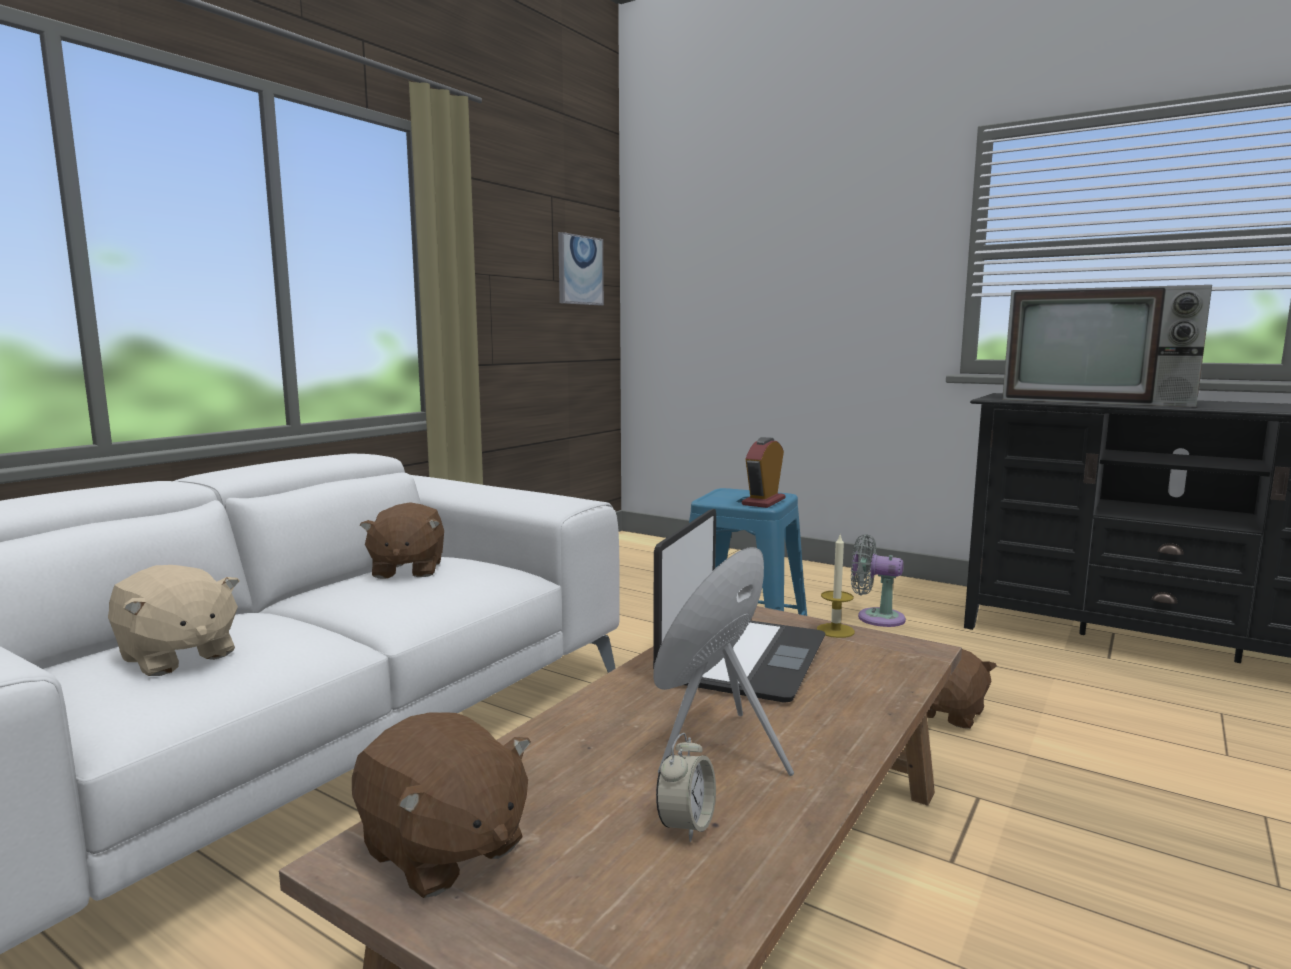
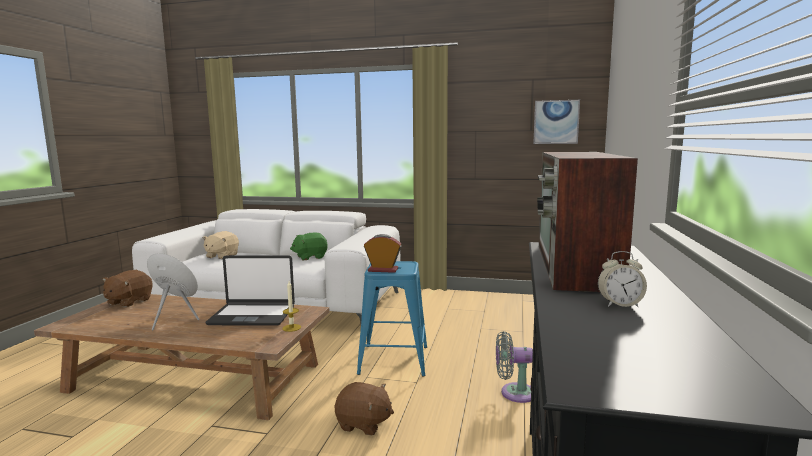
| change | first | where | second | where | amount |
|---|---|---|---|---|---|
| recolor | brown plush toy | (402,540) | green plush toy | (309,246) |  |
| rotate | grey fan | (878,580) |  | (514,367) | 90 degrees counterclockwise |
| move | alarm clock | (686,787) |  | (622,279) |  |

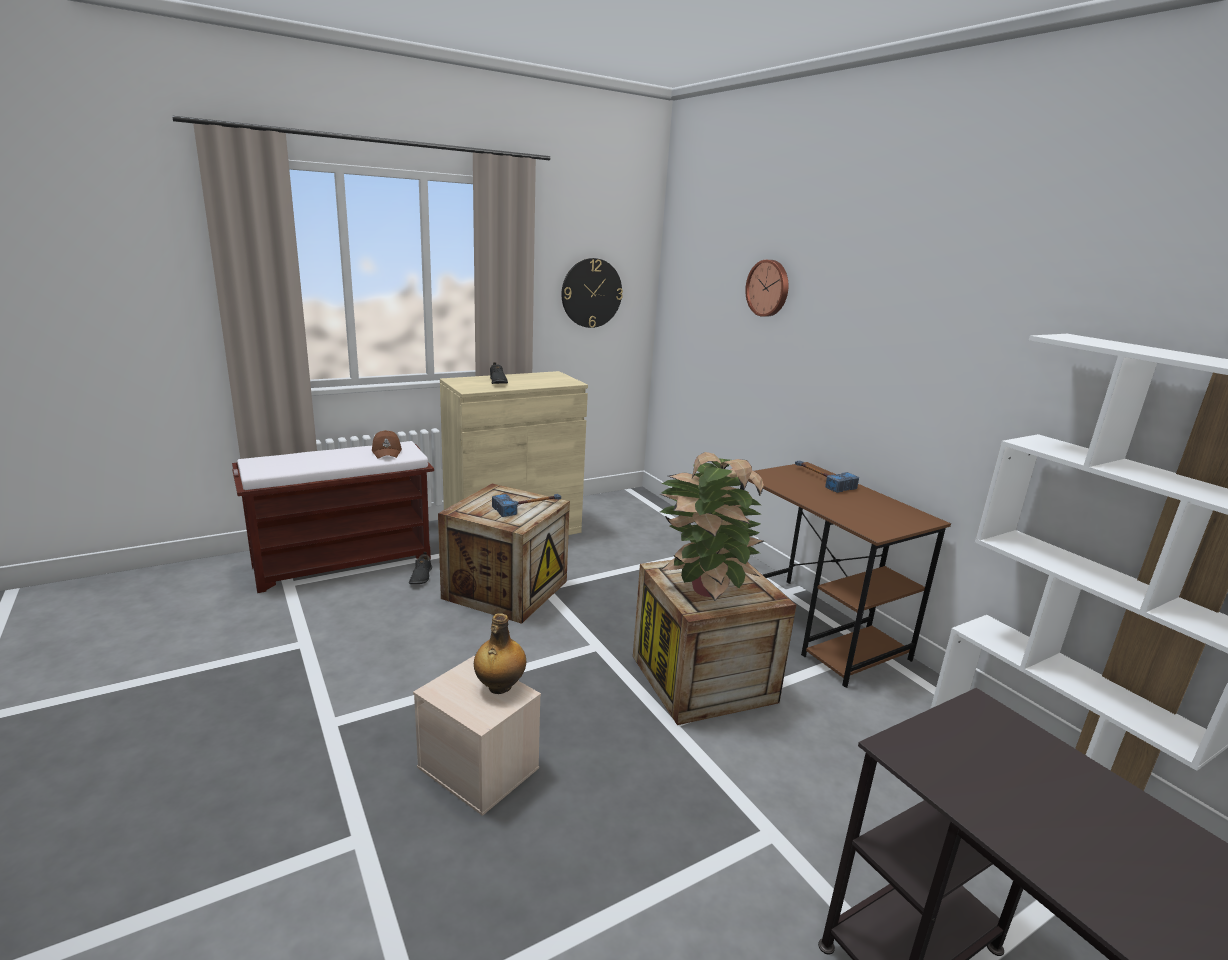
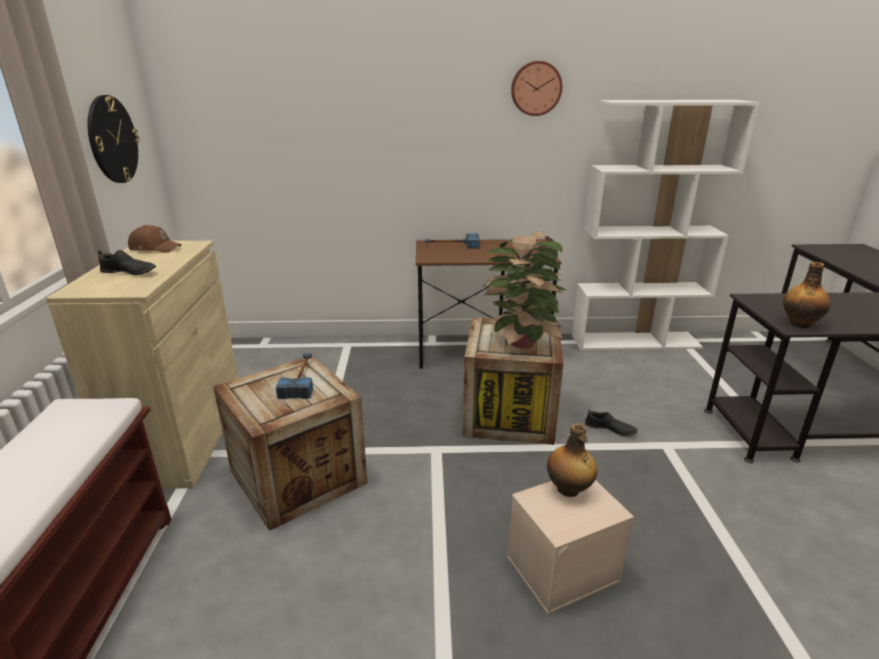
| change | first | where | second | where | amount |
|---|---|---|---|---|---|
| move | brown cap | (387,444) |  | (154,239) |  |
| move | wall clock | (766,288) |  | (536,88) |  |
| move | black shoe | (420,568) |  | (611,422) |  |
| insert |  |  | bottle | (806,295) |  |

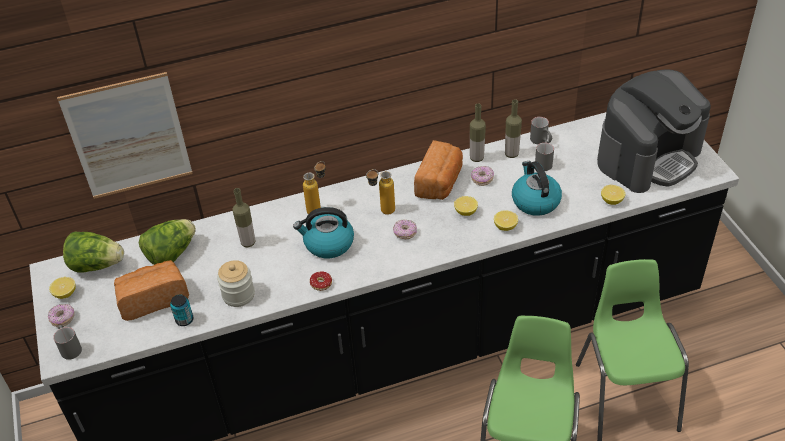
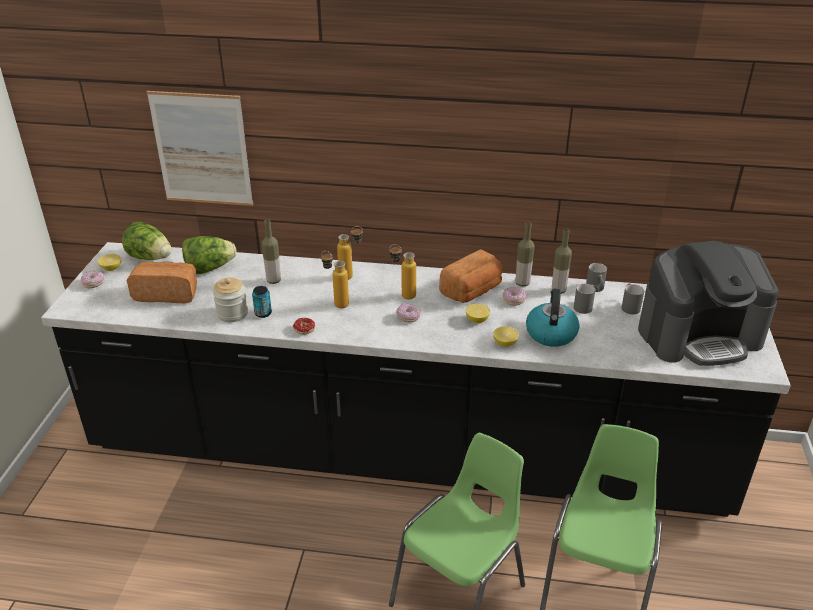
| change | first | where | second | where | amount |
|---|---|---|---|---|---|
| move | can | (182,310) |  | (262,302) |  |
| replace | kettle | (323,233) | bottle | (335,279) |  |
| move | grey mug | (67,342) |  | (632,298) |  |
| delete | lemon | (613,195) |  |  |  |

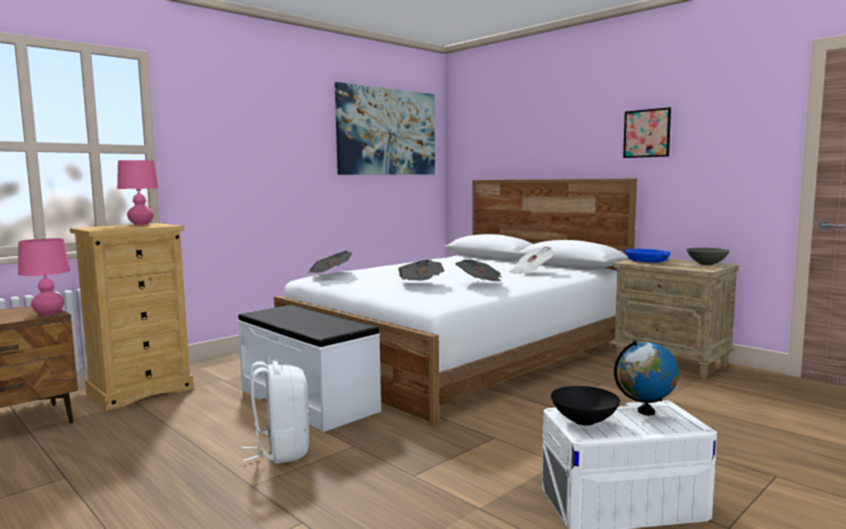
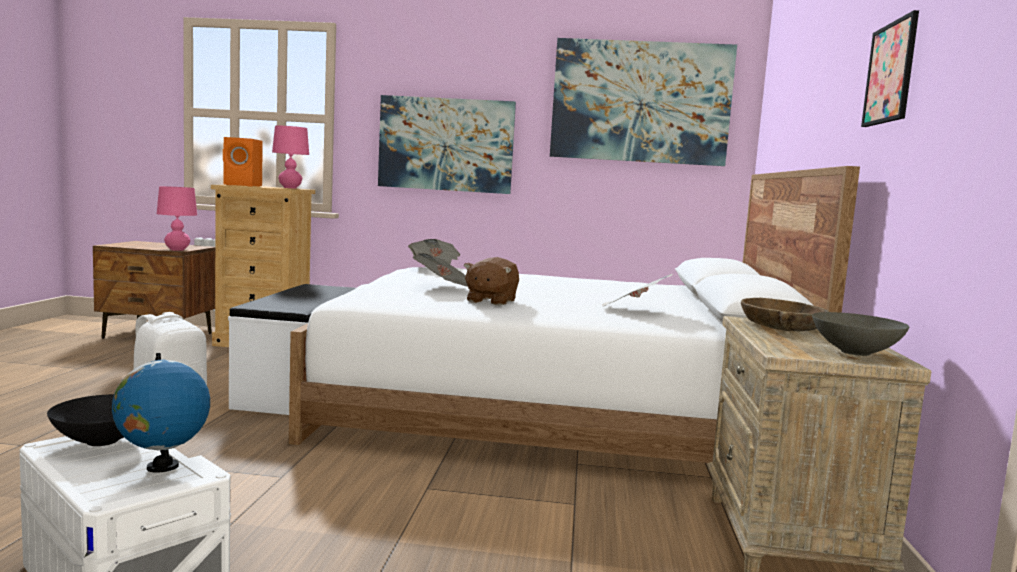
| change | first | where | second | where | amount |
|---|---|---|---|---|---|
| insert |  |  | orange speaker | (243,162) |  |
| insert |  |  | picture | (447,144) |  |
| replace | newspaper | (478,270) | brown plush toy | (491,281) |  |
| recolor | blue bowl | (647,256) | brown bowl | (785,314) |  |

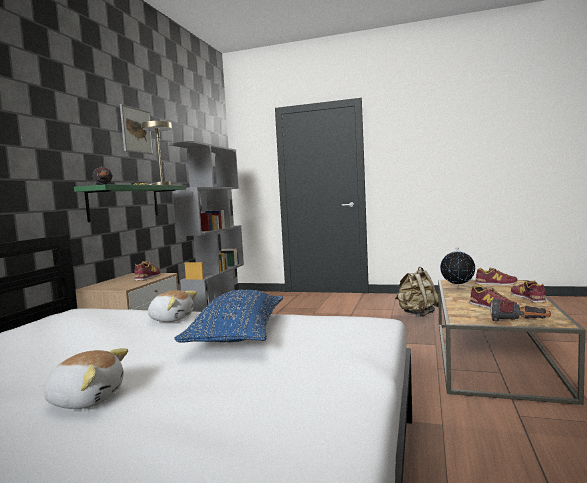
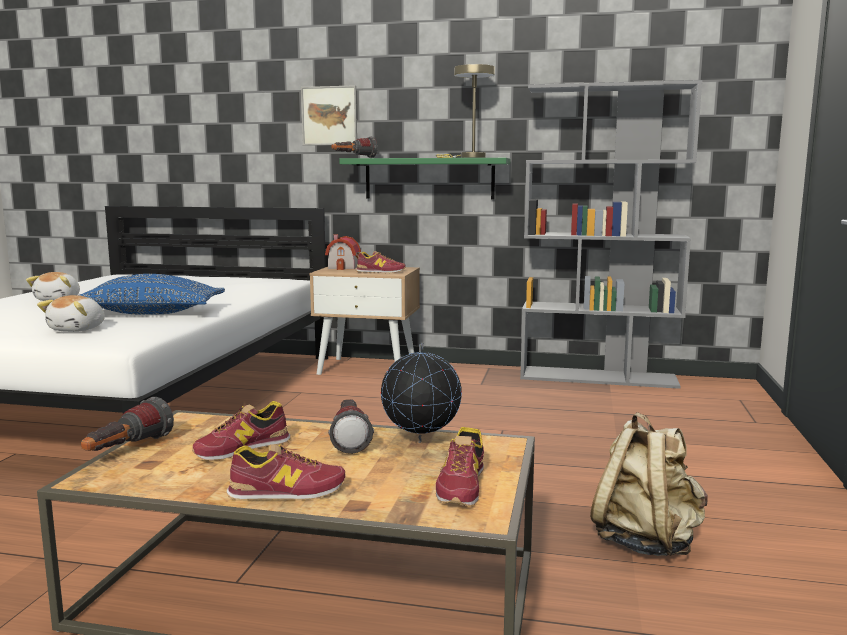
| change | first | where | second | where | amount |
|---|---|---|---|---|---|
| move | plush toy | (172,306) |  | (71,313) |  |
| move | picture | (136,129) |  | (329,115) |  |
| insert |  |  | toy house | (343,252) |  |
| insert |  |  | flashlight | (351,426) |  |

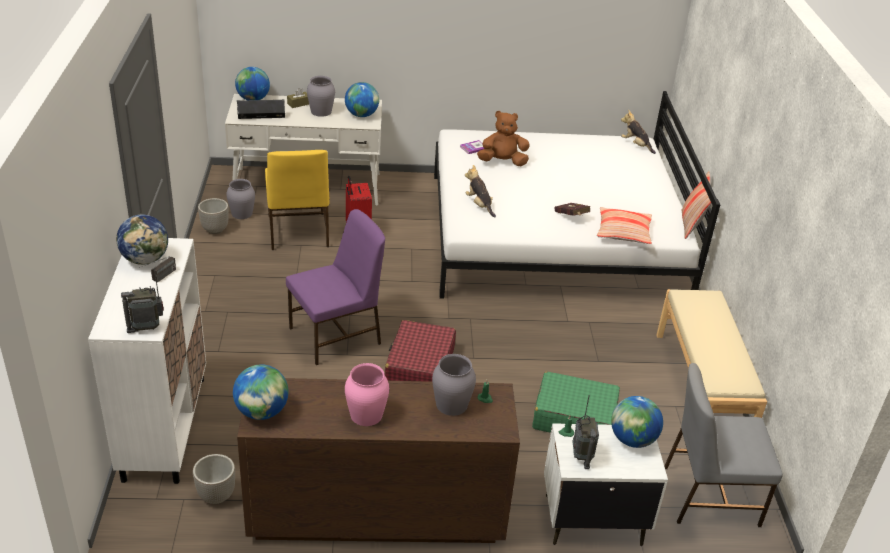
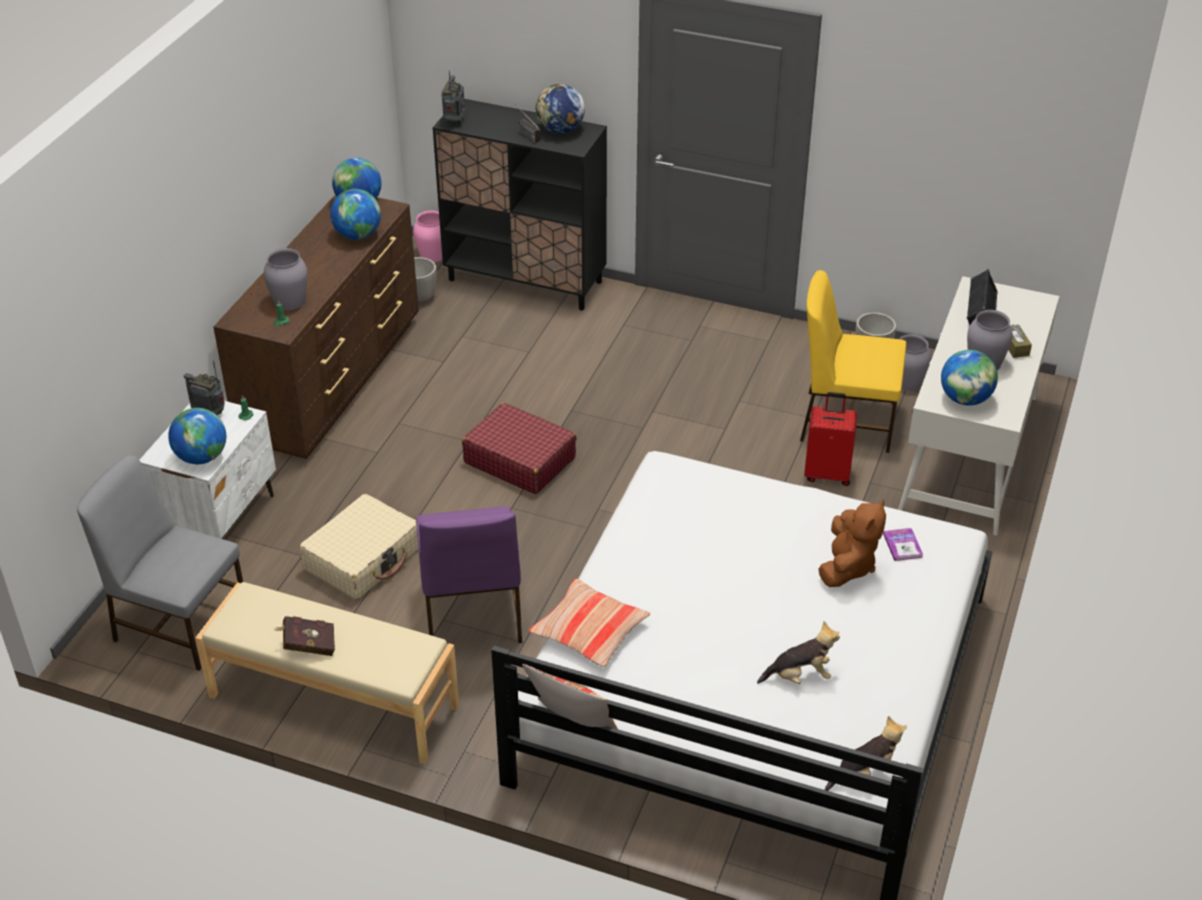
| change | first | where | second | where | amount |
|---|---|---|---|---|---|
| rotate | grey chair | (723,445) |  | (160,563) | 90 degrees counterclockwise |
| move | red book | (572,209) |  | (305,636) |  |
| recolor | green suitcase | (576,402) | beige suitcase | (358,546) |  |
| move | globe | (252,83) |  | (355,214) |  |
| move | pink vase | (367,394) |  | (427,236) |  |
| move | purple chair | (335,287) |  | (469,574) |  |
| recolor | white cabinet | (147,361) | black cabinet | (520,204) |  |
| move | plush toy | (480,191) |  | (798,652) |  |

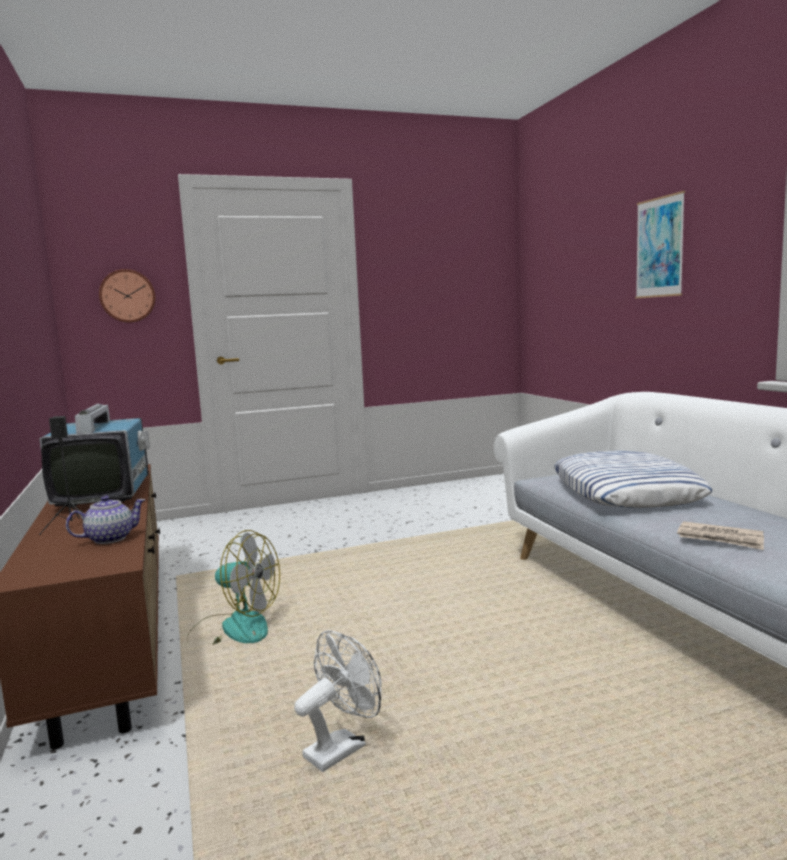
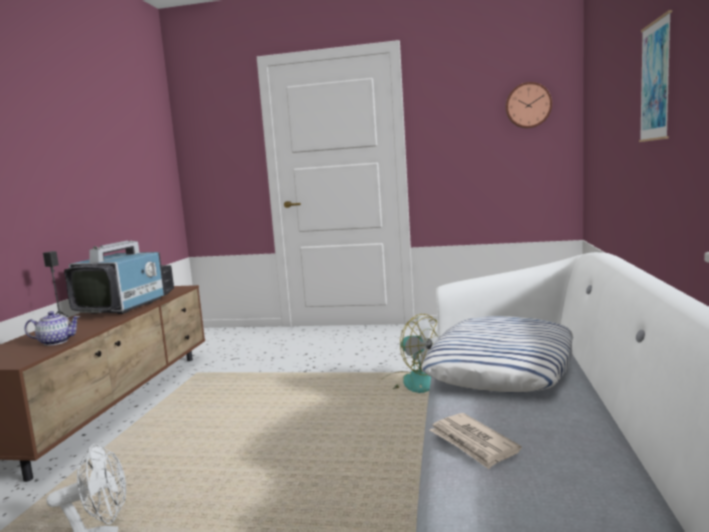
| change | first | where | second | where | amount |
|---|---|---|---|---|---|
| move | fan | (233,587) |  | (409,353) |  |
| move | wall clock | (127,296) |  | (528,105) |  |

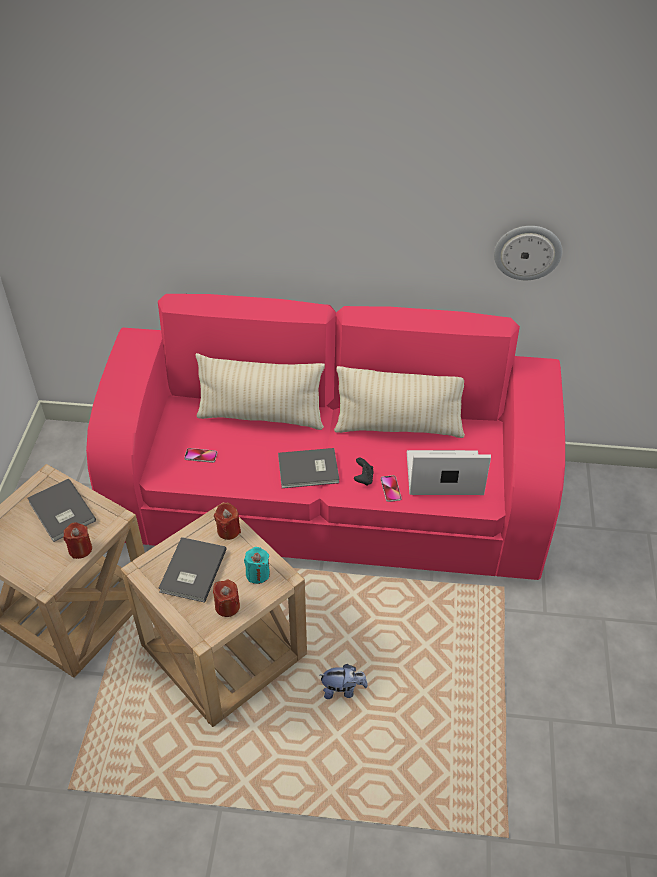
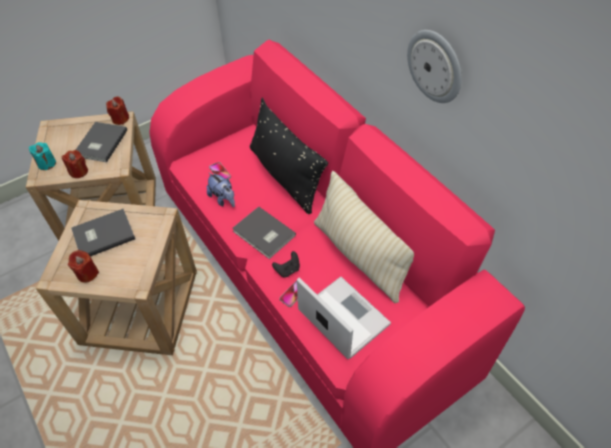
| change | first | where | second | where | amount |
|---|---|---|---|---|---|
| move | turquoise candle | (257,565) |  | (42,156) |  |
| move | red candle | (227,521) |  | (117,111) |  |
| move | plush toy | (343,681) |  | (221,190) |  |
| recolor | beige pillow | (260,391) | black pillow | (289,155) |  |
| move | wall clock | (528,253) |  | (434,66) |  |

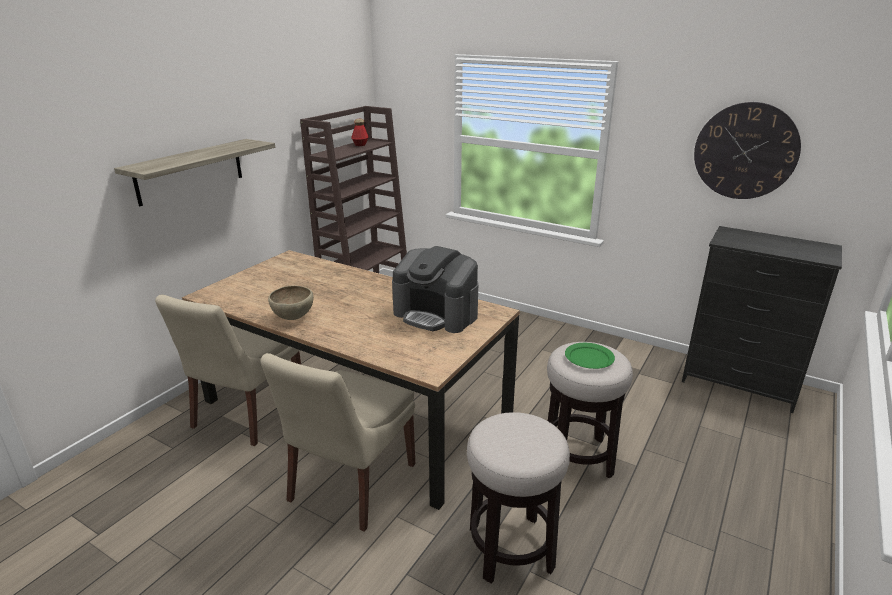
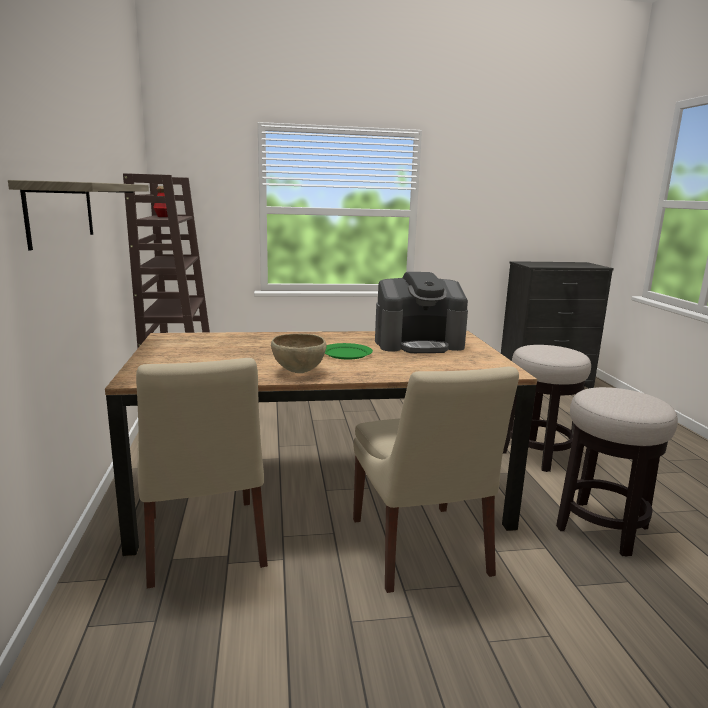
| change | first | where | second | where | amount |
|---|---|---|---|---|---|
| move | green plate | (590,356) |  | (349,351) |  |
| delete | wall clock | (747,150) |  |  |  |

